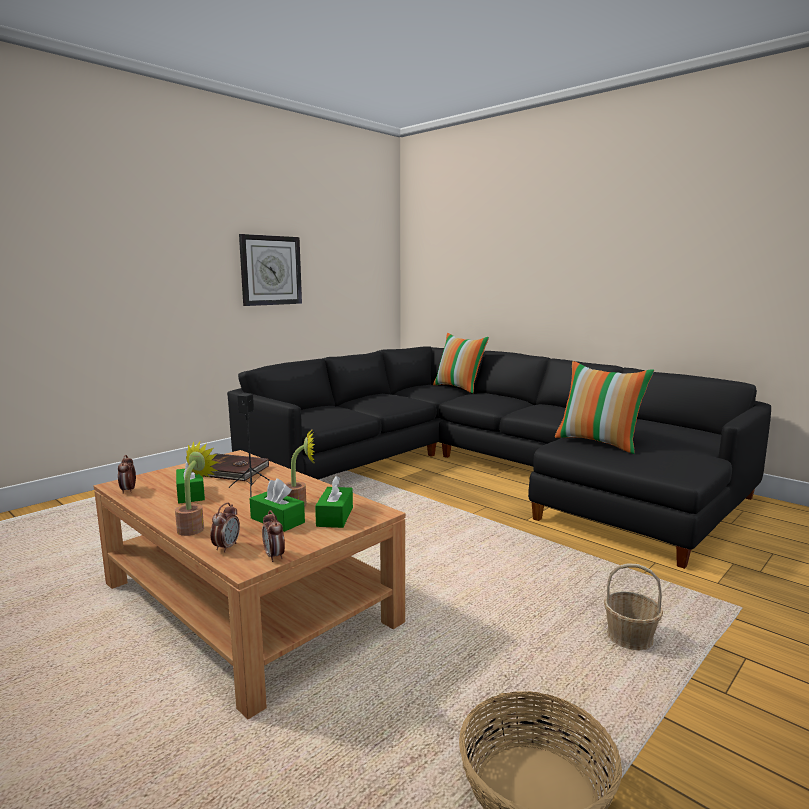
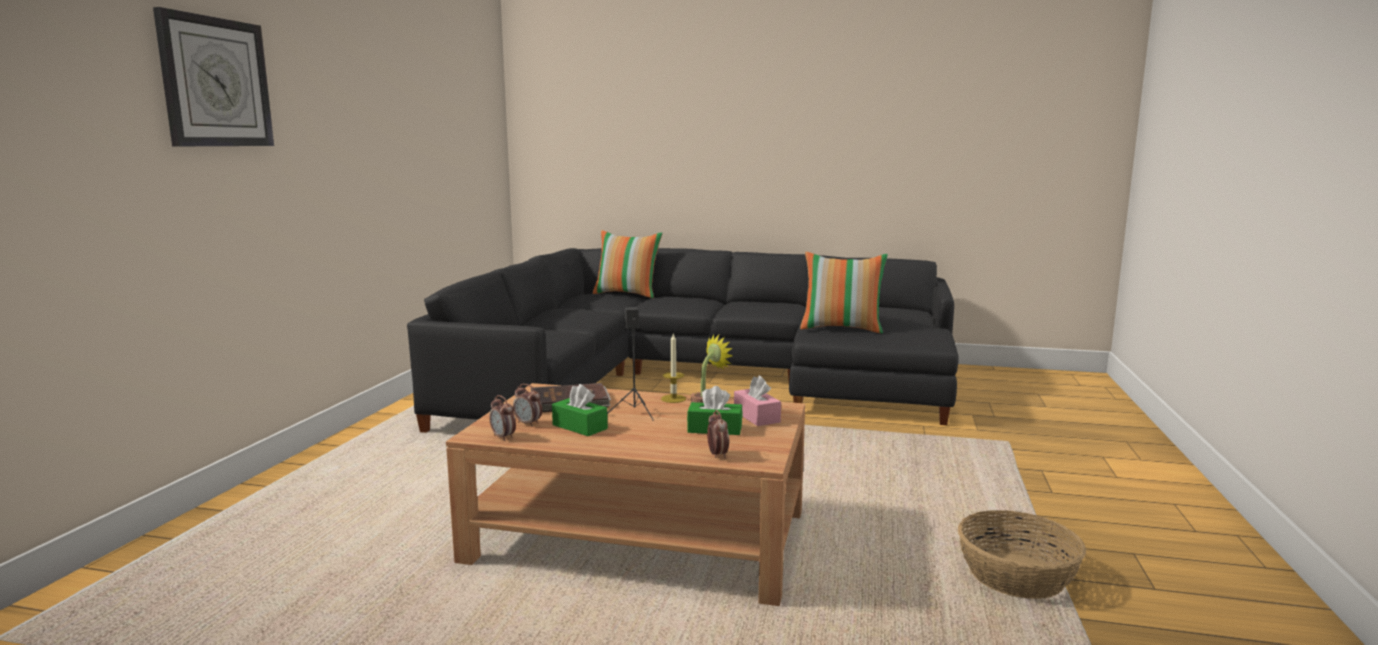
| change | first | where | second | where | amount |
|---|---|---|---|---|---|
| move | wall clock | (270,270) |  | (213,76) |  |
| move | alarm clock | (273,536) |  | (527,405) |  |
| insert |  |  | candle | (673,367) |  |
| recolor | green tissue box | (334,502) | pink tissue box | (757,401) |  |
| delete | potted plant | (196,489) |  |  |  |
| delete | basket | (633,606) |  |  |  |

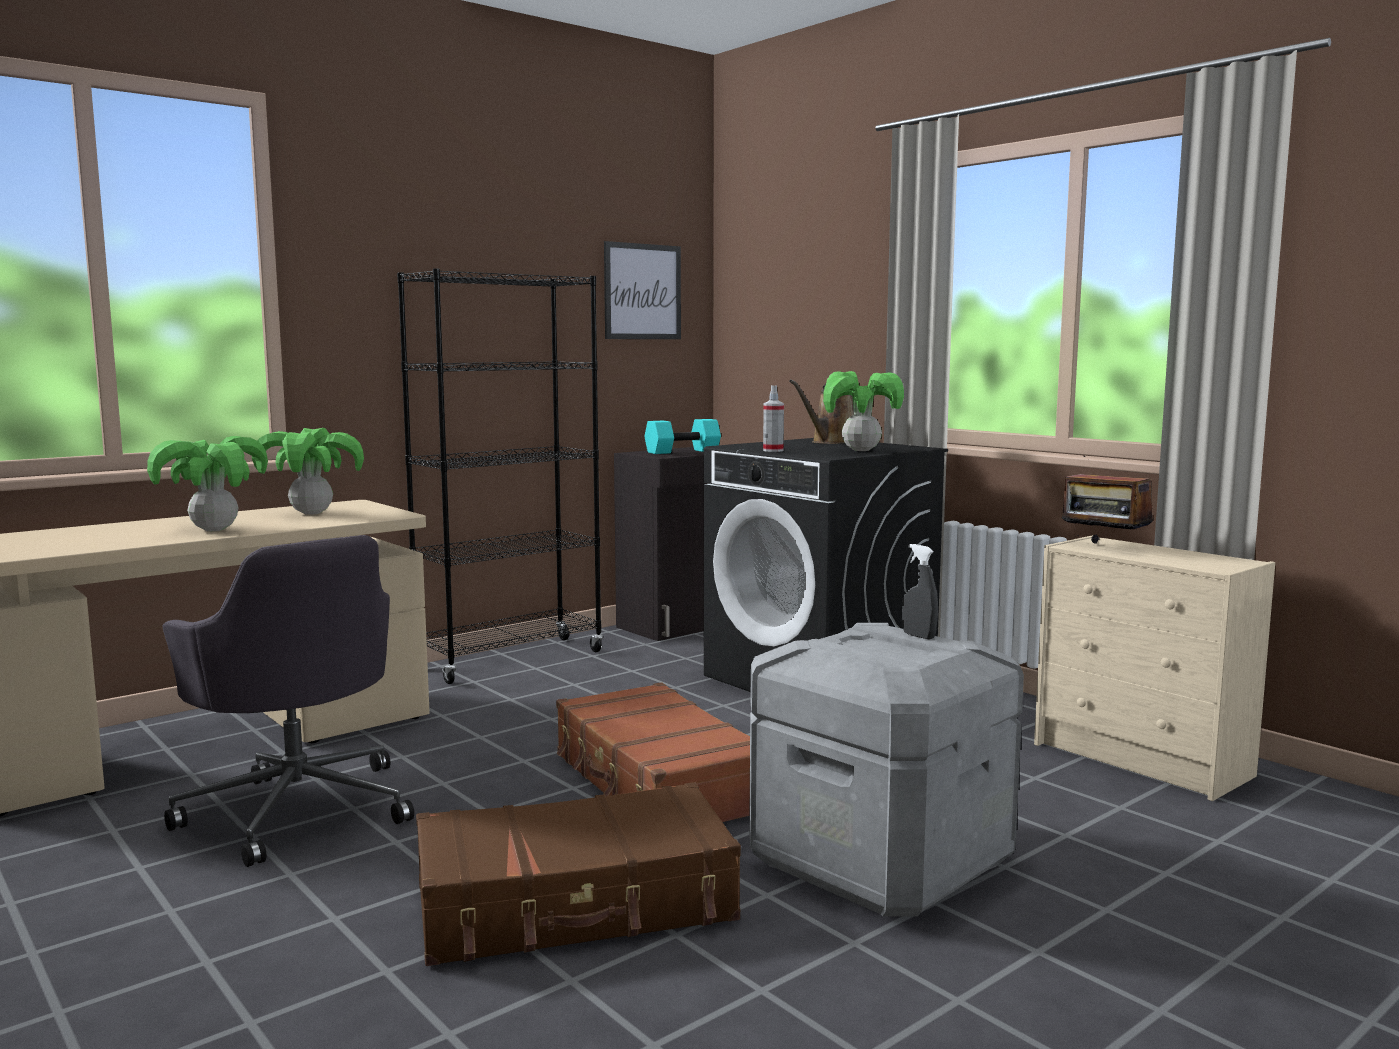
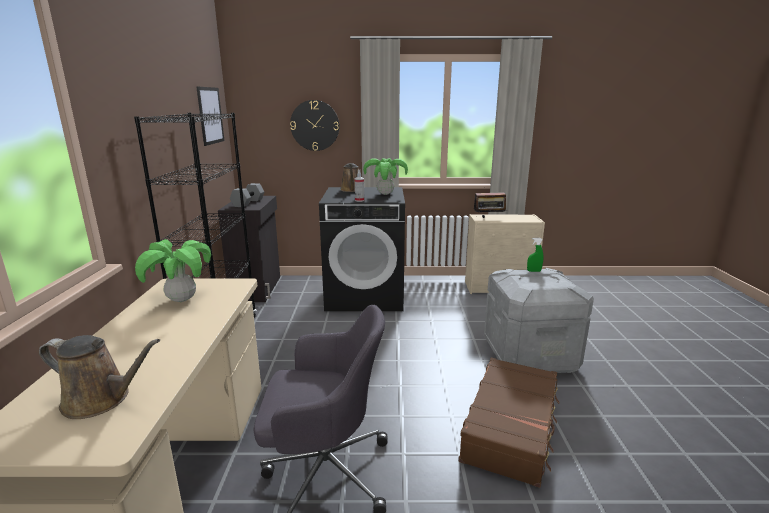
| change | first | where | second | where | amount |
|---|---|---|---|---|---|
| insert |  |  | brown watering can | (99,377) |  |
| recolor | turquoise dumbbell | (682,436) | grey dumbbell | (247,195) |  |
| insert |  |  | wall clock | (314,125) |  |
| recolor | grey spray bottle | (920,591) | green spray bottle | (535,255) |  |
| delete | potted plant | (207,483) |  |  |  |
| delete | brown suitcase | (653,752) |  |  |  |

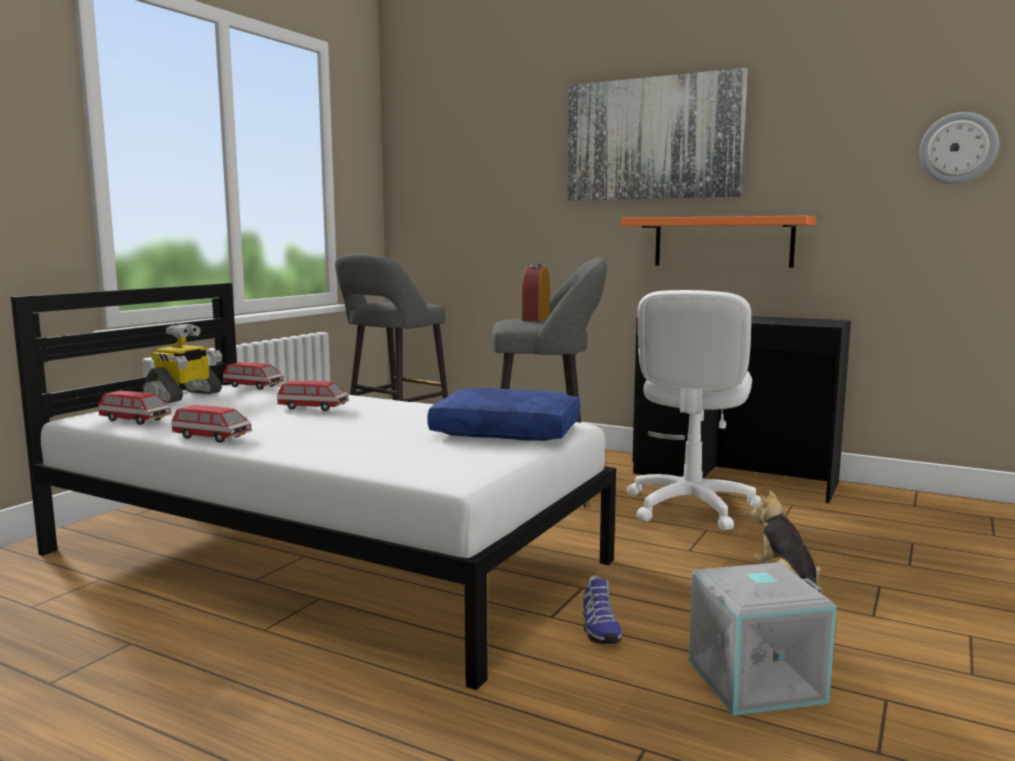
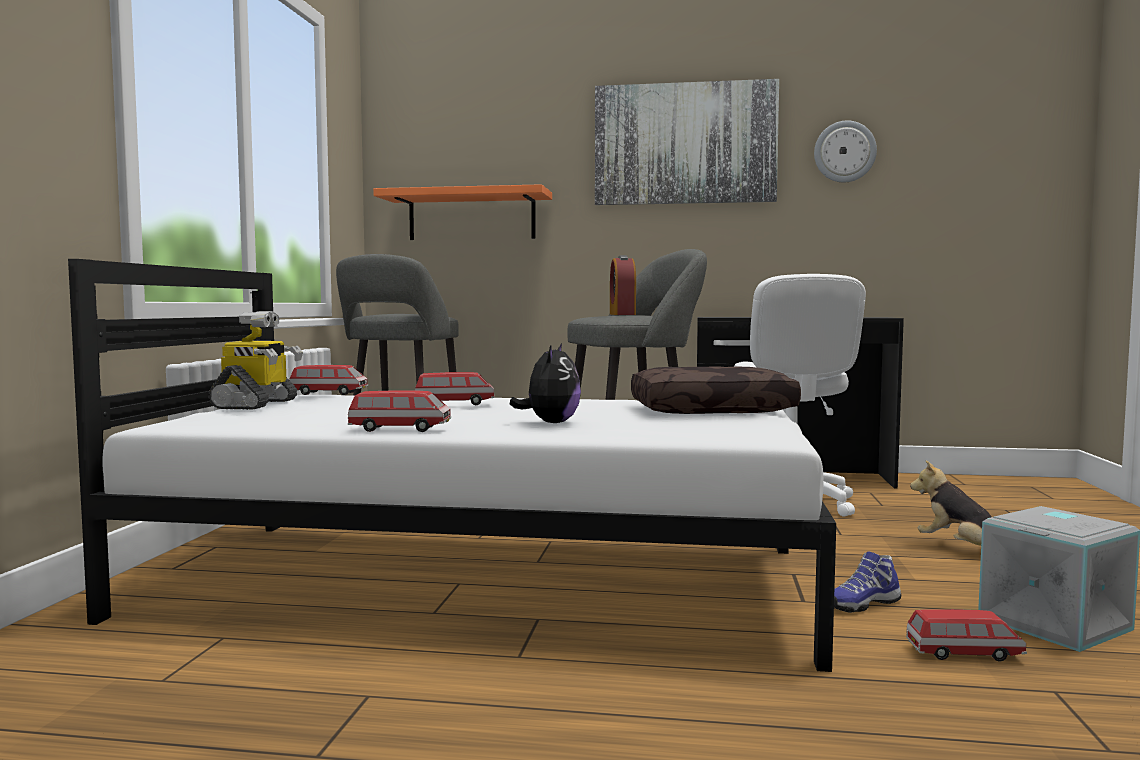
| change | first | where | second | where | amount |
|---|---|---|---|---|---|
| move | orange shelf | (718,242) |  | (462,212) |  |
| insert |  |  | plush toy | (545,383) |  |
| recolor | blue pillow | (503,414) | brown pillow | (716,390) |  |
| move | wall clock | (959,148) |  | (845,151) |  |
| rotate | shoe | (602,610) |  | (867,582) | 90 degrees clockwise |
| move | toy car | (135,408) |  | (966,635) |  |

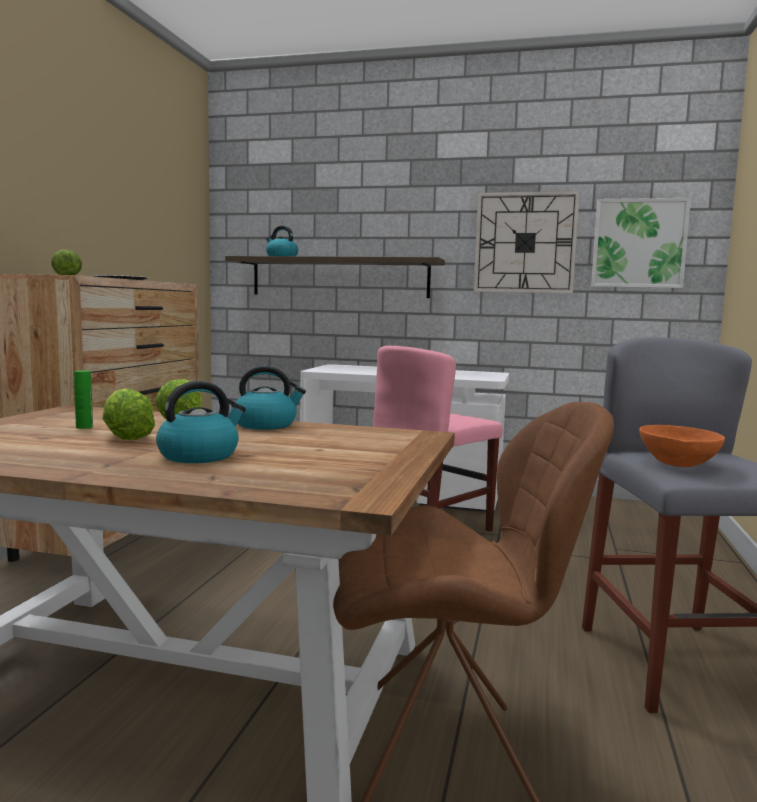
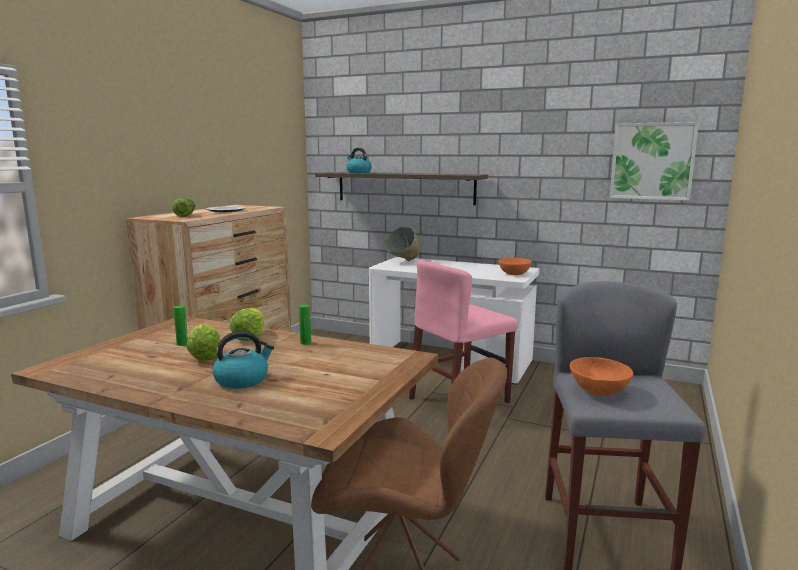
| change | first | where | second | where | amount |
|---|---|---|---|---|---|
| replace | kettle | (270,398) | green bottle | (305,325) |  |
| insert |  |  | grey bowl | (402,244) |  |
| insert |  |  | orange bowl | (515,266) |  |
| delete | wall clock | (527,242) |  |  |  |

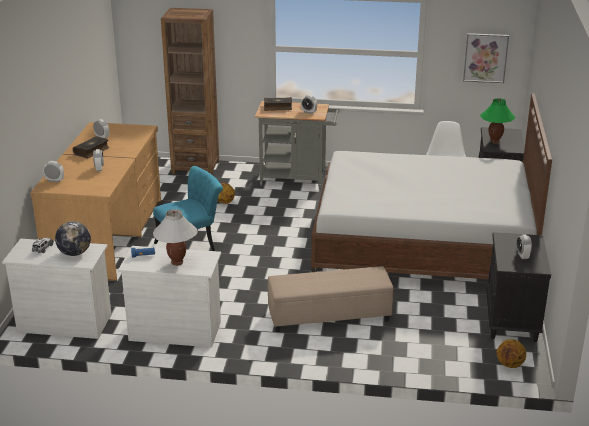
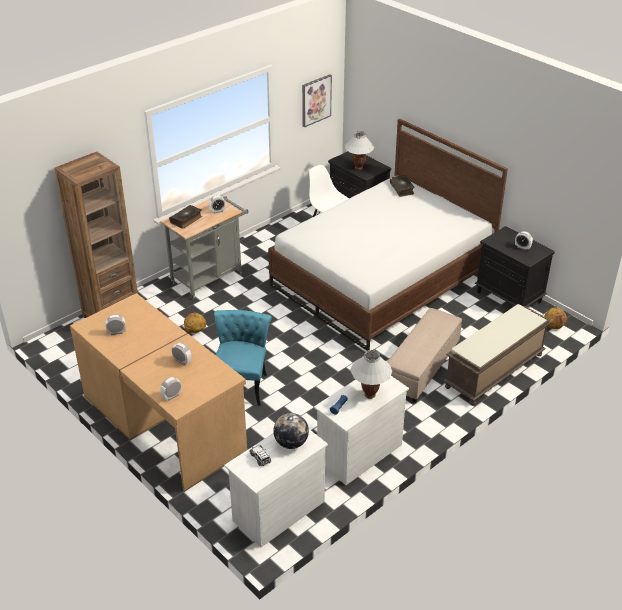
| change | first | where | second | where | amount |
|---|---|---|---|---|---|
| recolor | green table lamp | (498,121) | white table lamp | (359,150) |  |
| move | book | (91,147) |  | (402,186) |  |
| insert |  |  | brown bench | (497,354) |  |

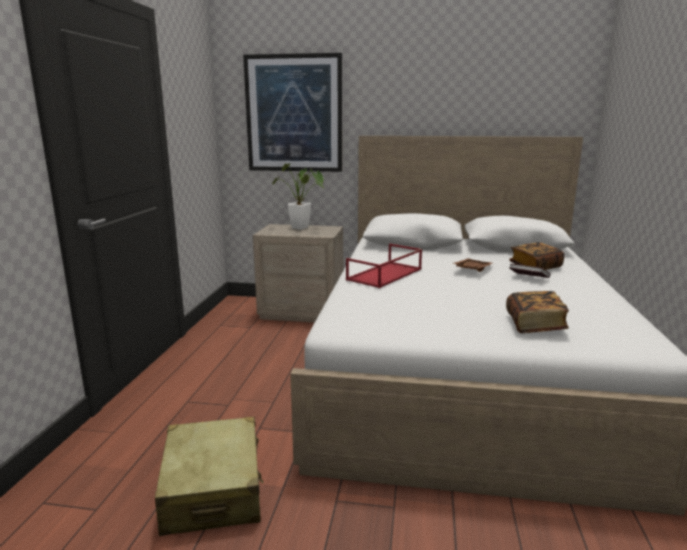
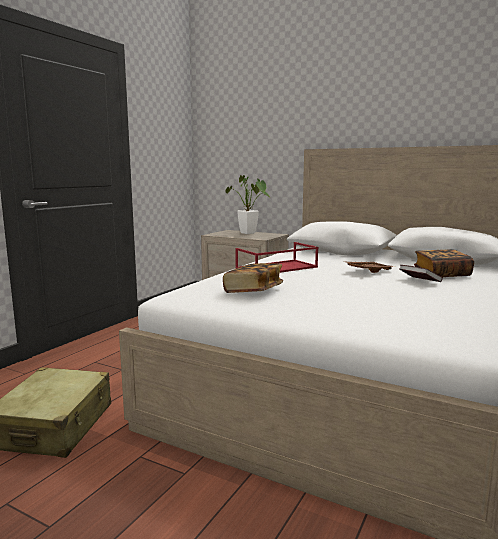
| change | first | where | second | where | amount |
|---|---|---|---|---|---|
| move | book | (537,312) |  | (253,278) |  |
| delete | picture | (292,112) |  |  |  |

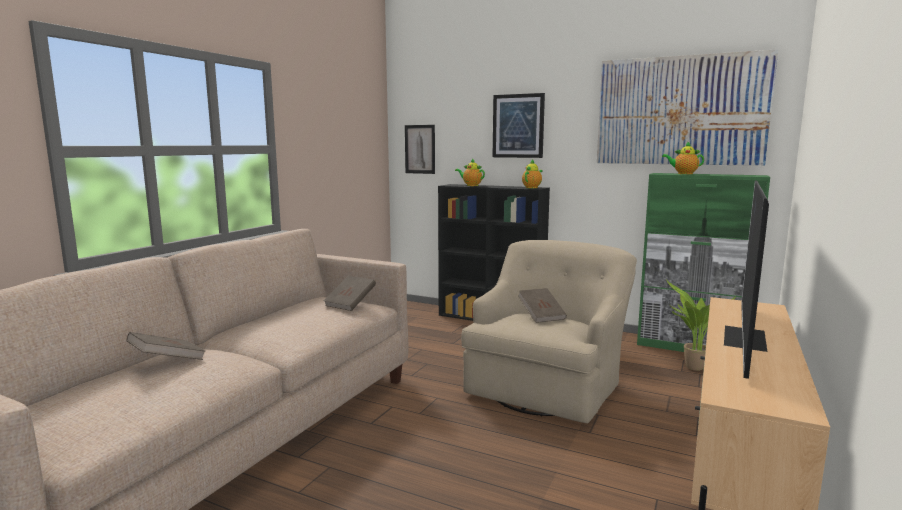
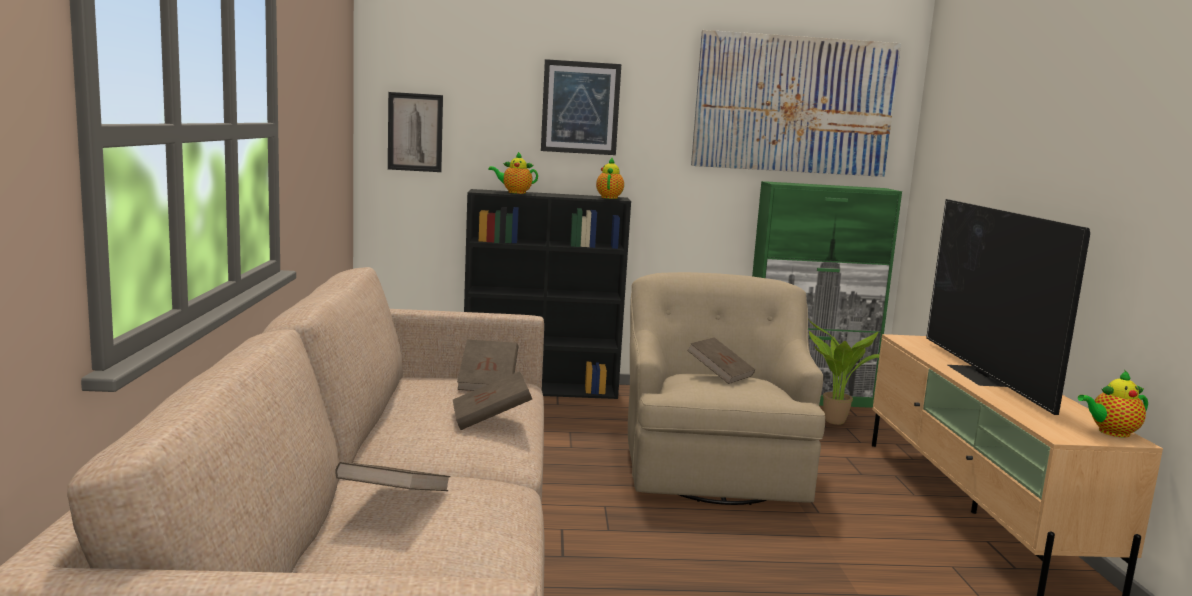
| change | first | where | second | where | amount |
|---|---|---|---|---|---|
| insert |  |  | brown book | (492,400) |  |
| move | teapot | (683,157) |  | (1113,403) |  |

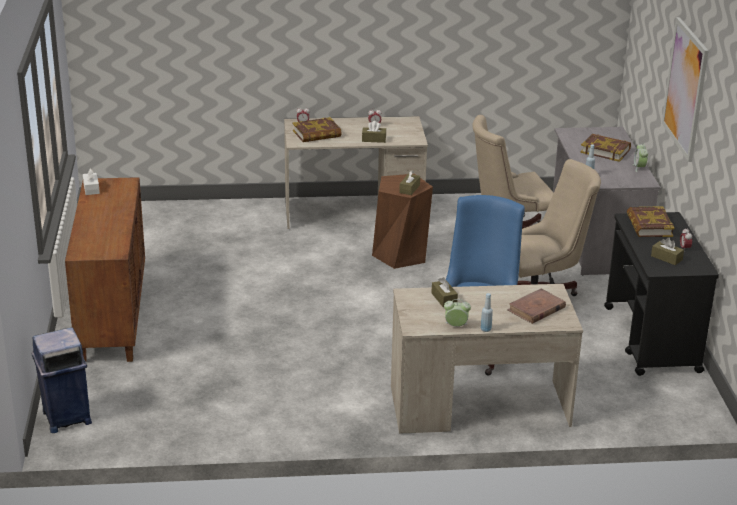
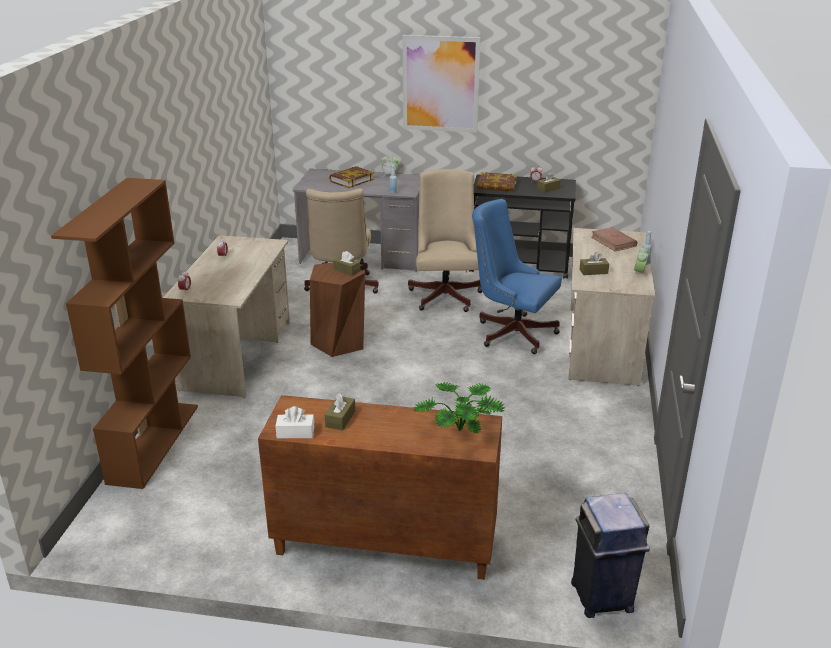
| change | first | where | second | where | amount |
|---|---|---|---|---|---|
| insert |  |  | brown bookcase | (124,333) |  |
| move | brown tissue box | (374,132) |  | (340,412) |  |
| insert |  |  | potted plant | (460,408) |  |
| delete | book | (317,129) |  |  |  |

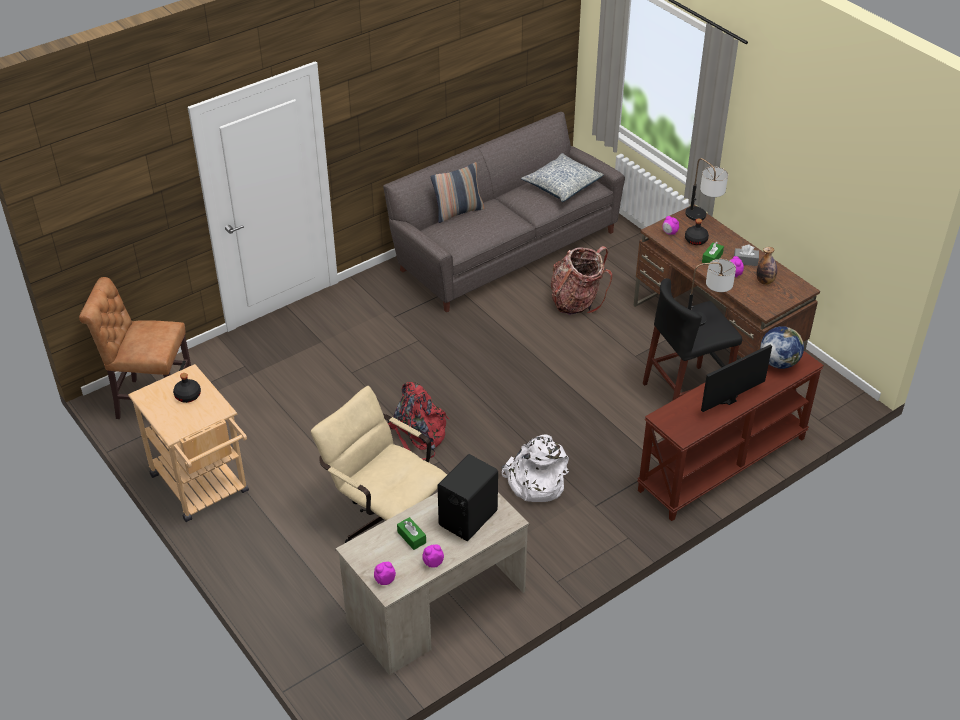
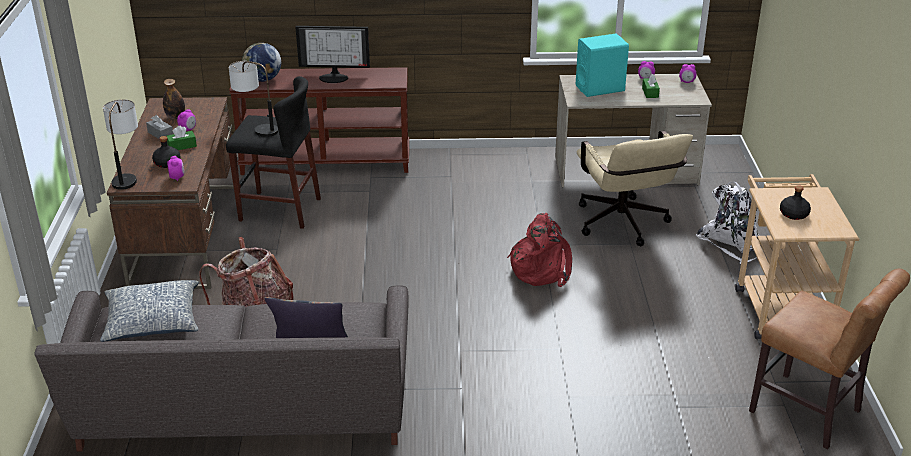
| change | first | where | second | where | amount |
|---|---|---|---|---|---|
| recolor | black speaker | (468,497) | turquoise speaker | (602,65) |  |
| move | white backpack | (535,468) |  | (728,222) |  |

